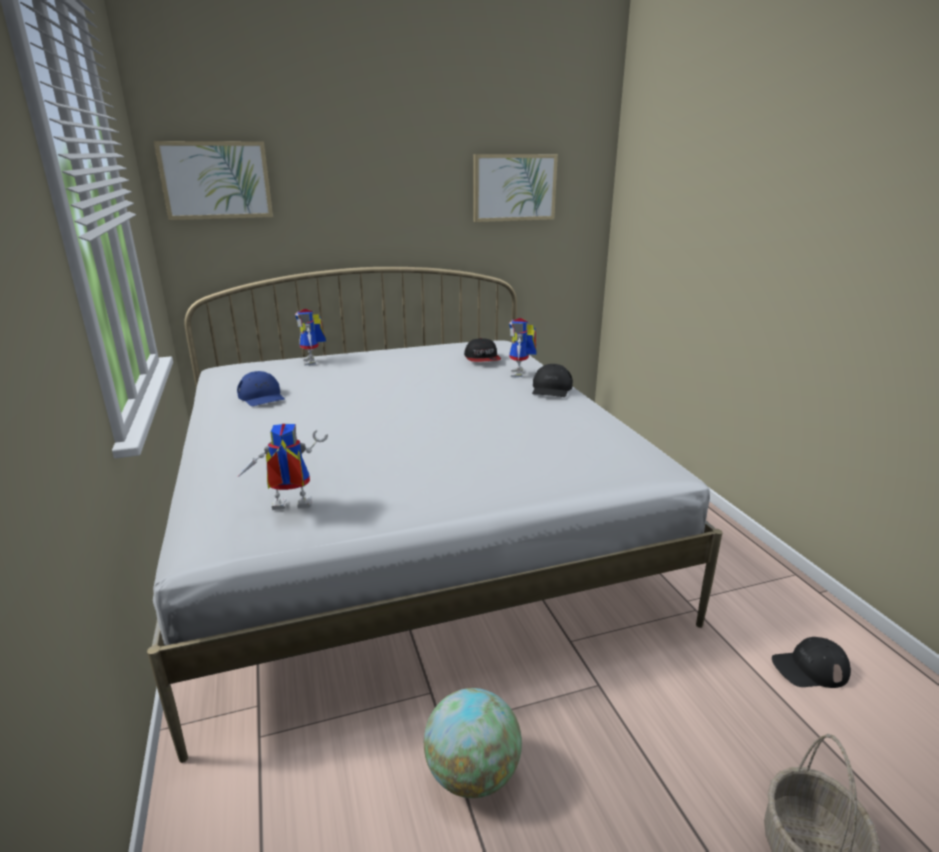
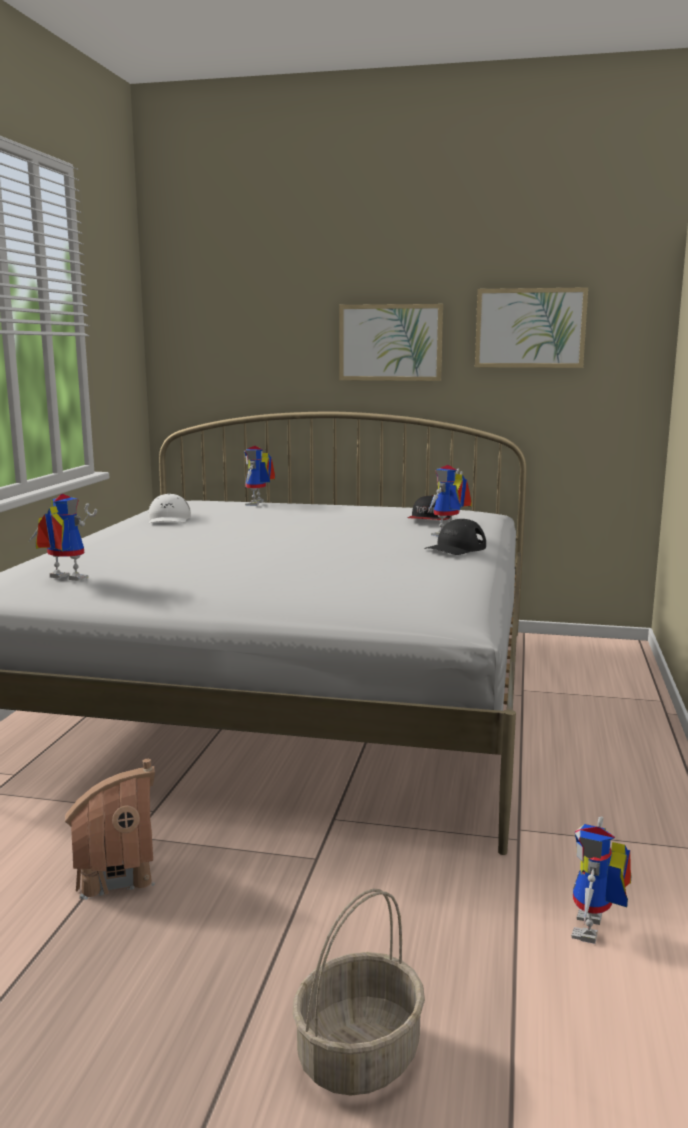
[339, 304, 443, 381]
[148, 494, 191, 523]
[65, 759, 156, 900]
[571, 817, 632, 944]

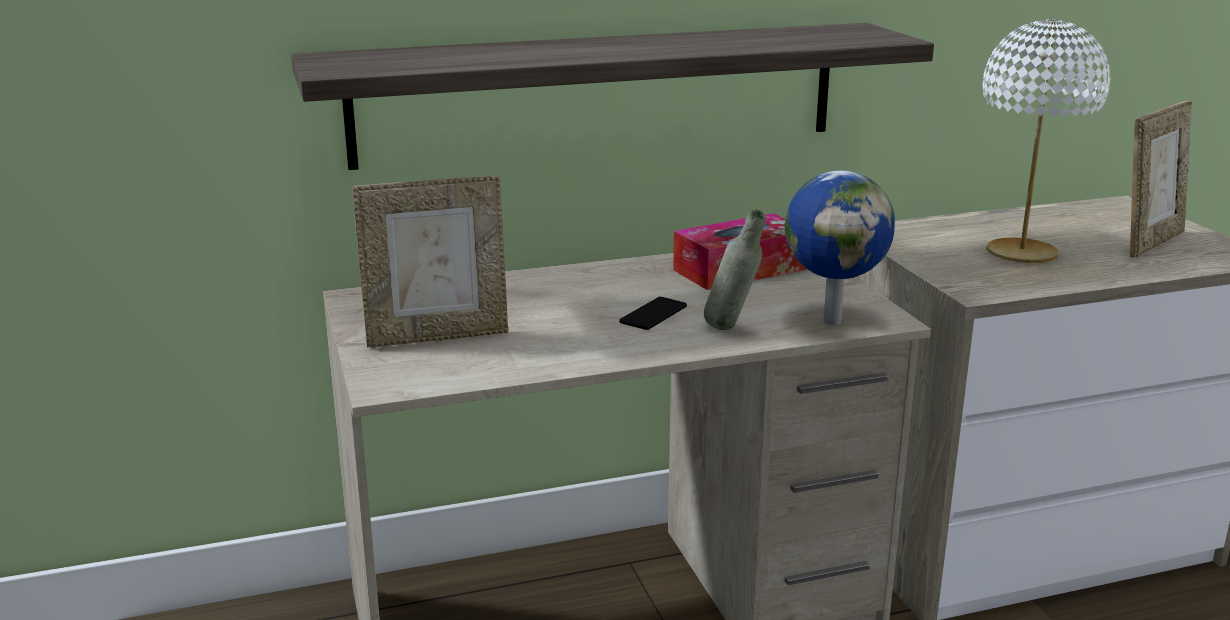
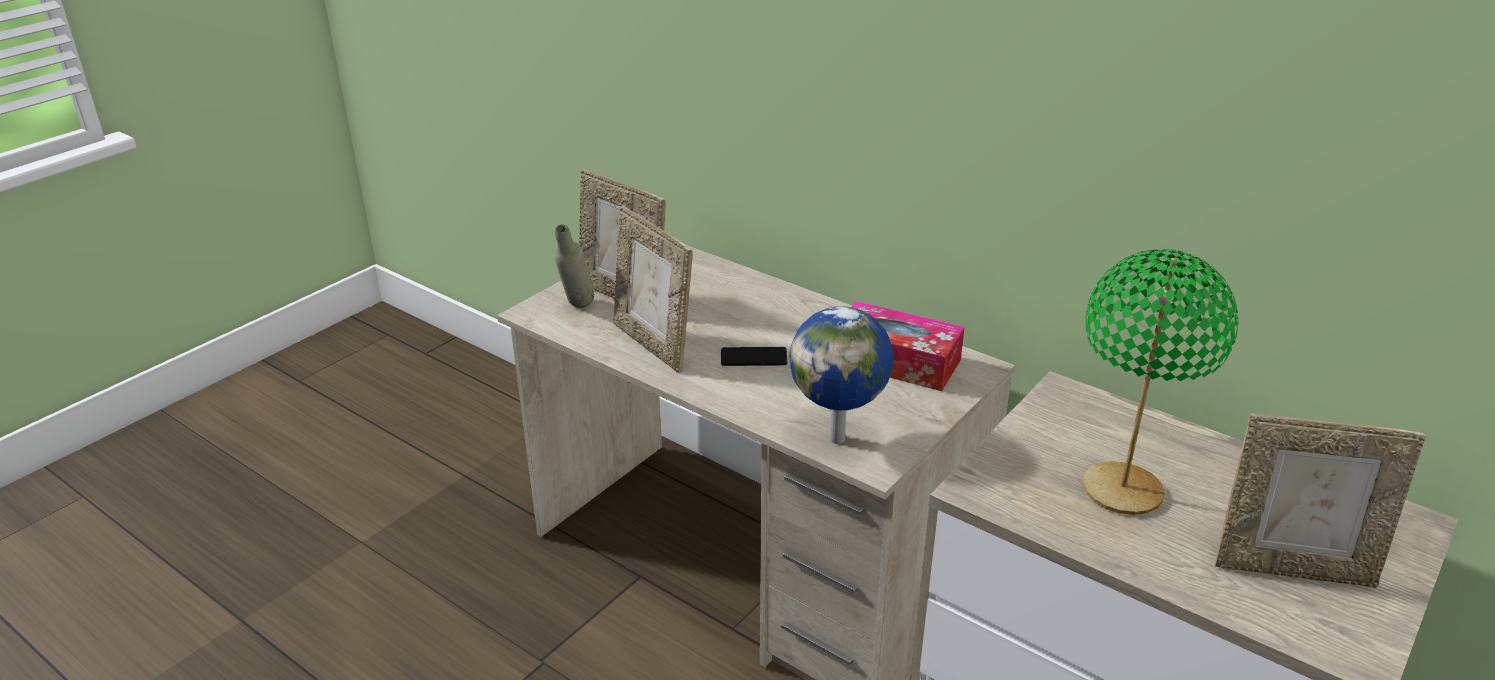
[291, 23, 934, 170] (first image)
[554, 224, 594, 308]
[1082, 249, 1238, 515]
[613, 206, 692, 373]

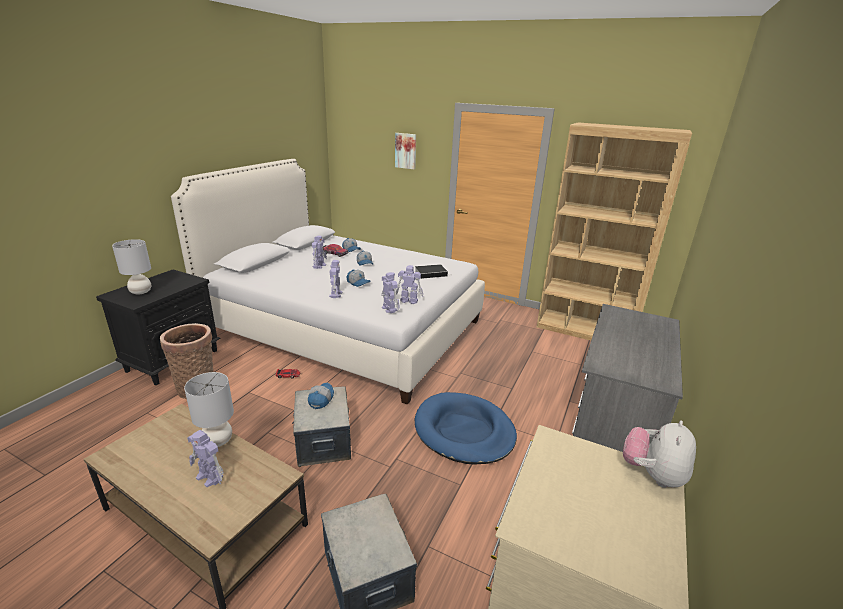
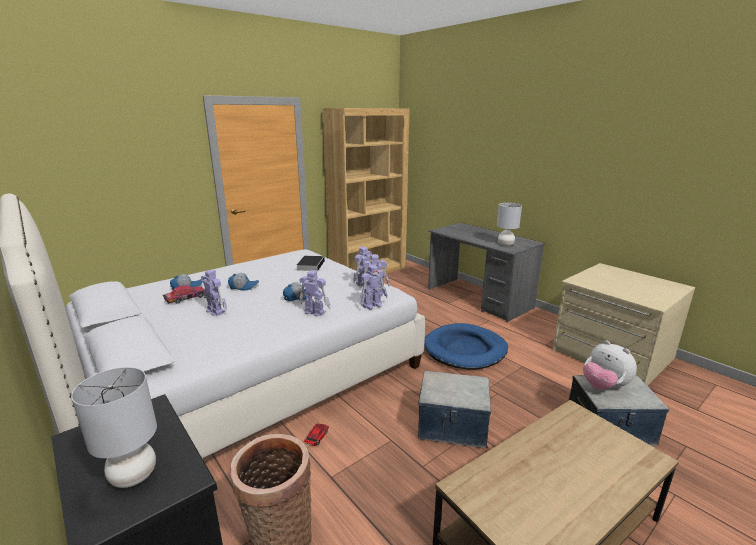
[497, 203, 522, 246]
[360, 266, 387, 310]
[308, 383, 334, 409] (first image)
[395, 133, 416, 169] (first image)
[583, 341, 637, 390]

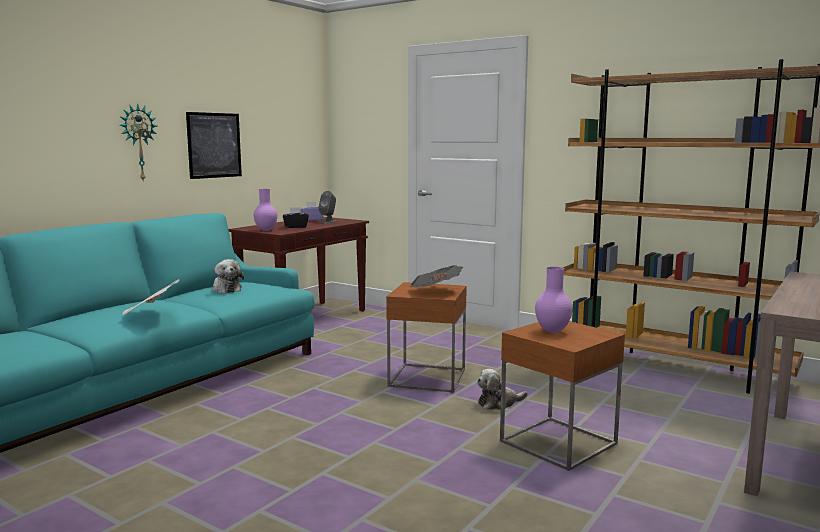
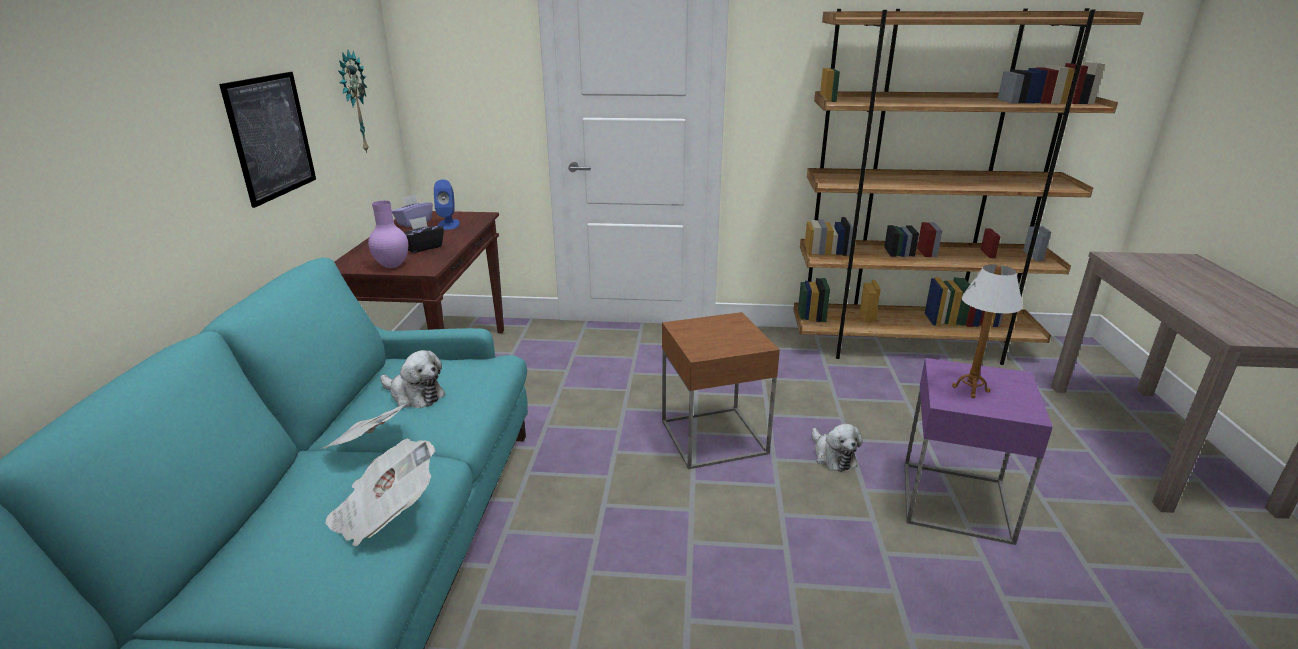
[338, 50, 369, 153]
[434, 179, 460, 230]
[321, 402, 410, 449]
[812, 424, 863, 472]
[905, 358, 1053, 545]
[952, 265, 1023, 398]

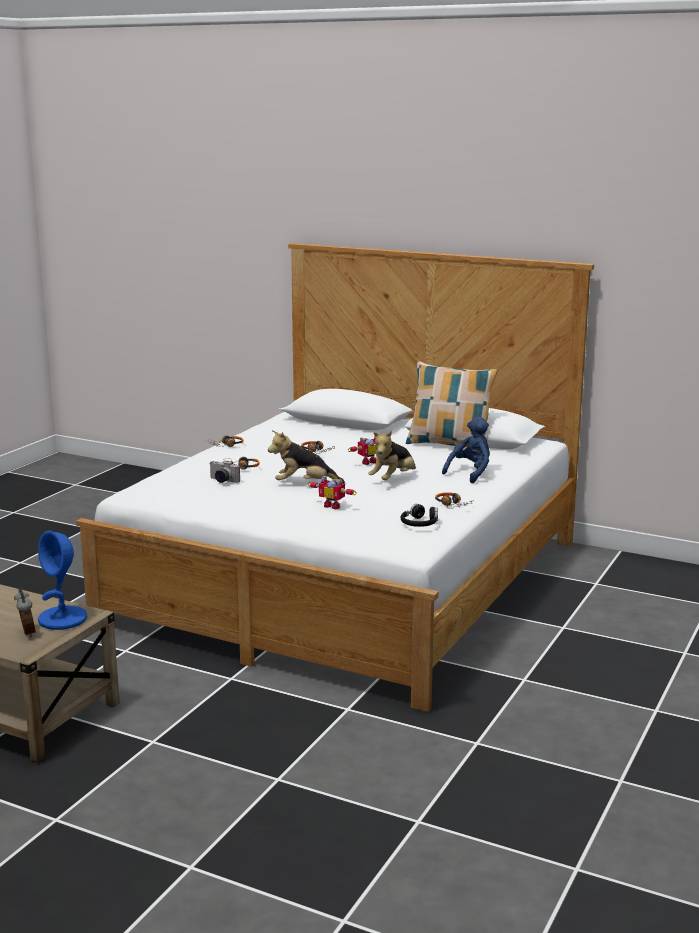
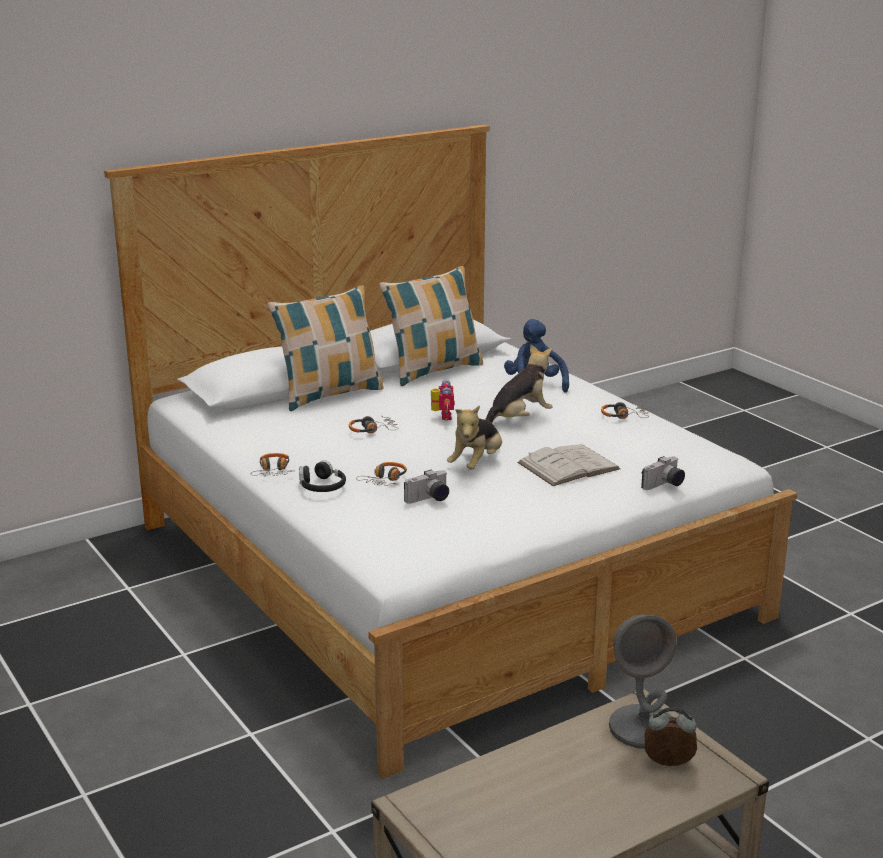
[609, 614, 677, 749]
[517, 444, 621, 486]
[485, 345, 552, 423]
[299, 460, 346, 492]
[268, 285, 383, 411]
[641, 456, 685, 490]

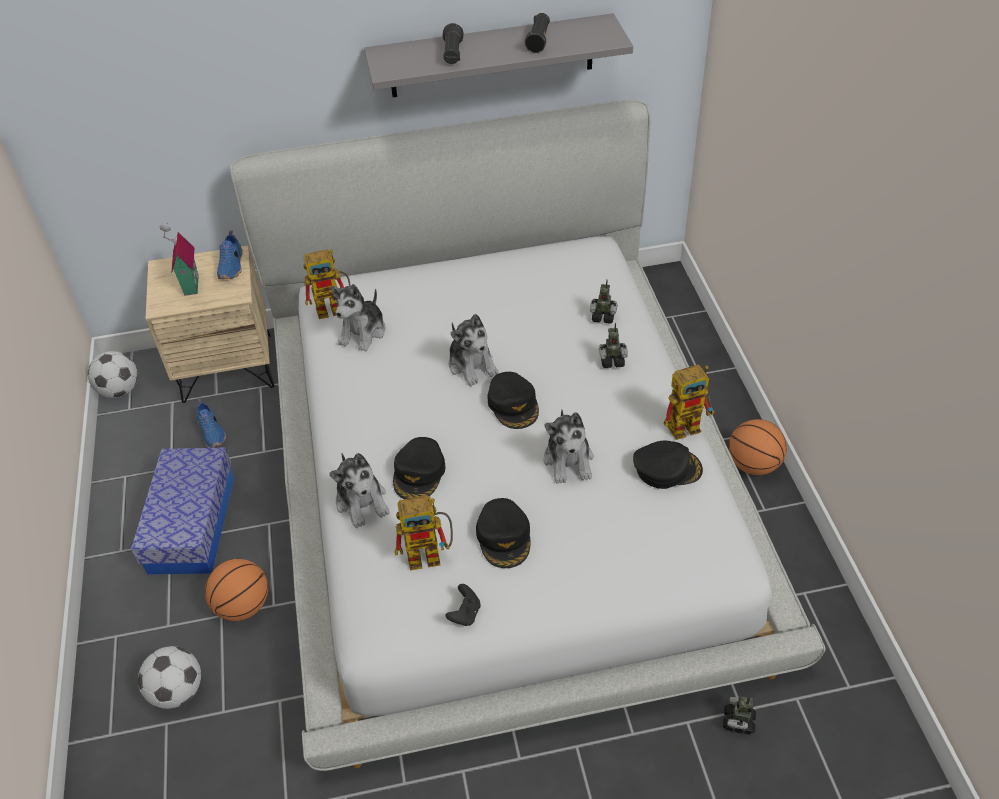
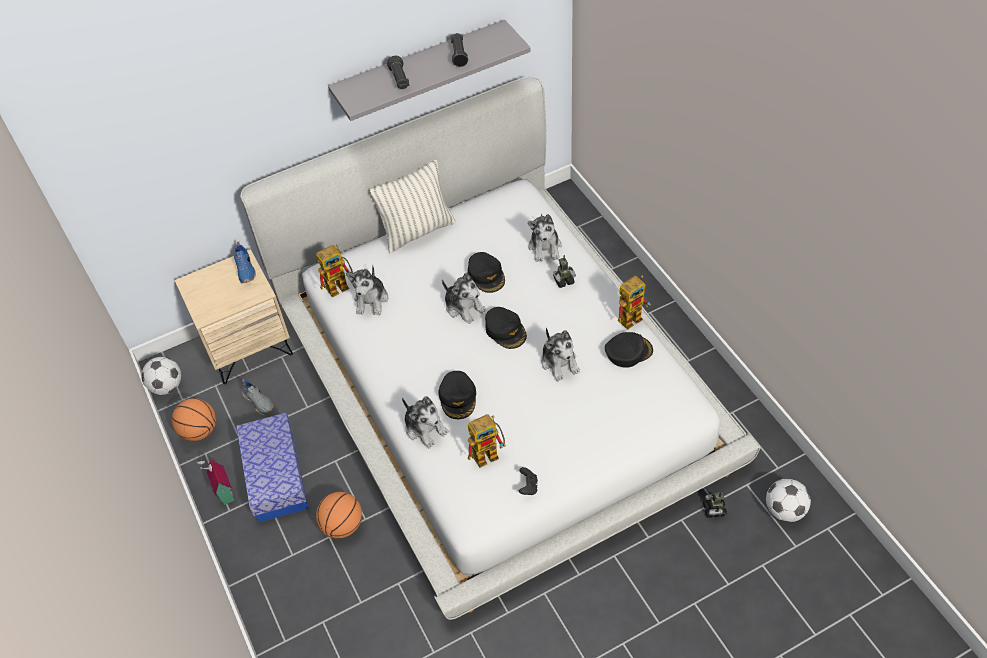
[766, 478, 811, 522]
[196, 457, 234, 505]
[242, 378, 273, 415]
[468, 252, 505, 293]
[528, 213, 562, 262]
[172, 398, 216, 441]
[369, 160, 455, 253]

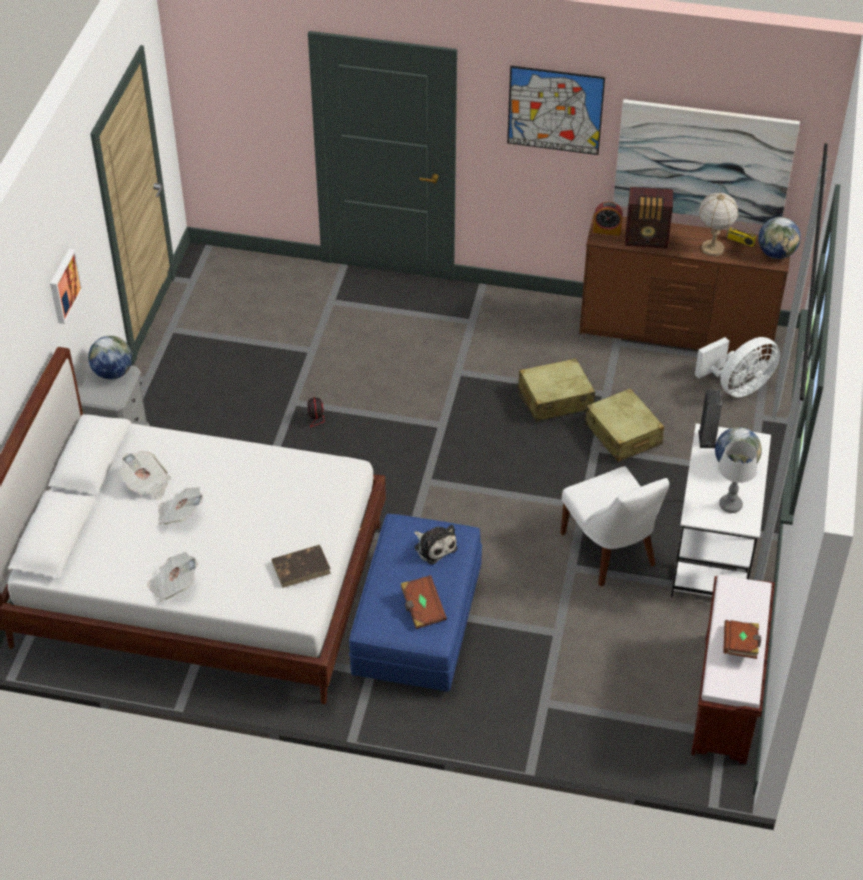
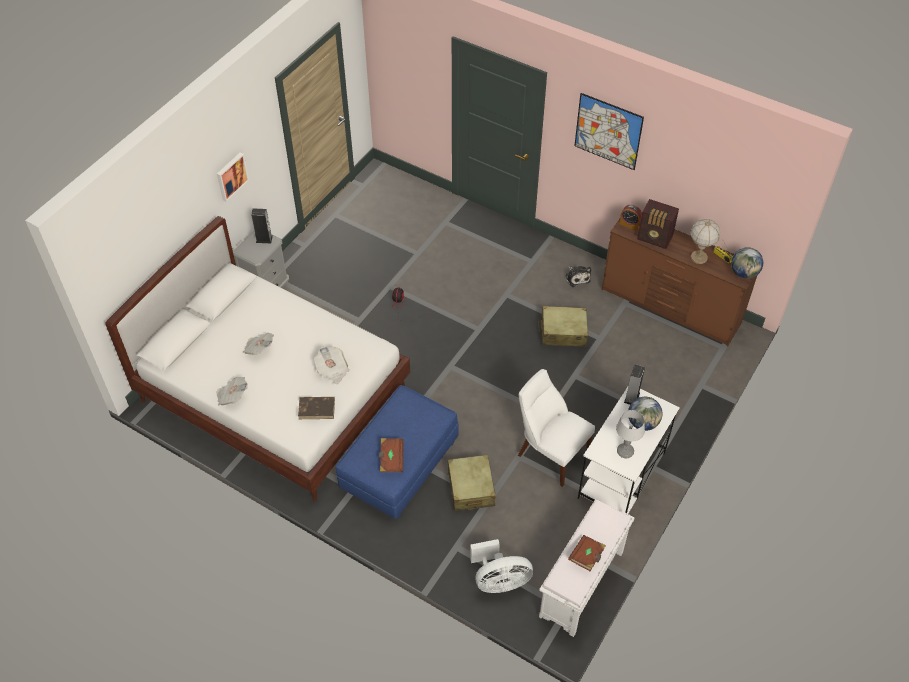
[251, 209, 273, 243]
[314, 346, 350, 384]
[565, 266, 591, 287]
[518, 369, 595, 487]
[447, 455, 495, 511]
[613, 99, 800, 225] (first image)
[539, 499, 635, 637]
[470, 539, 533, 593]

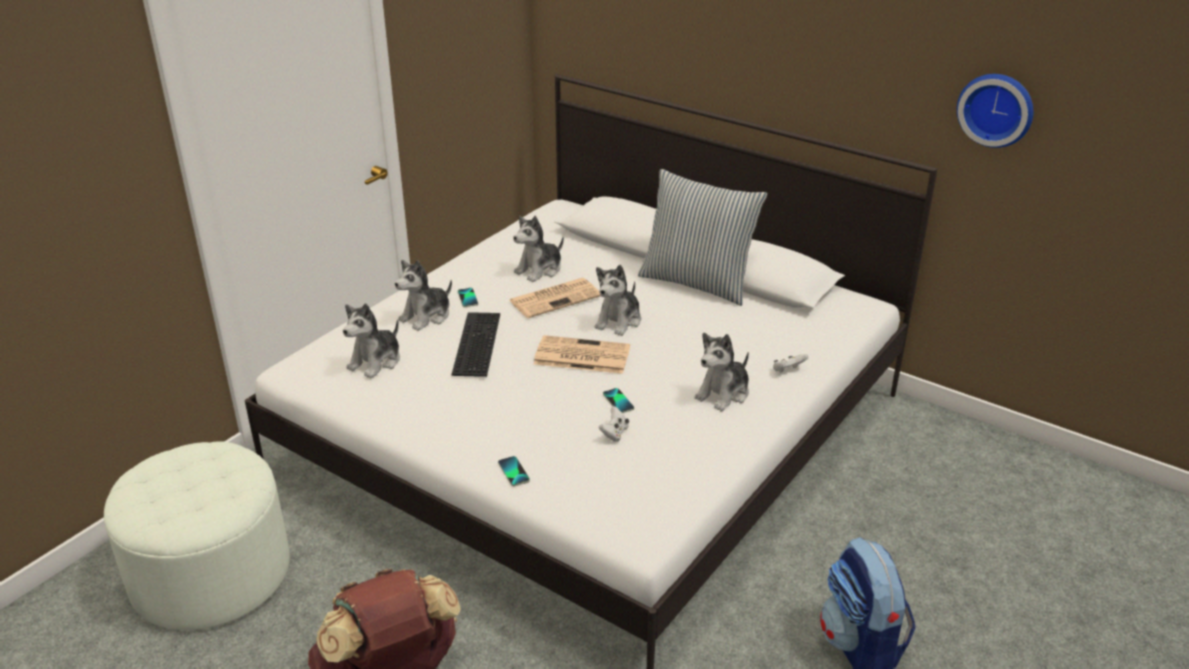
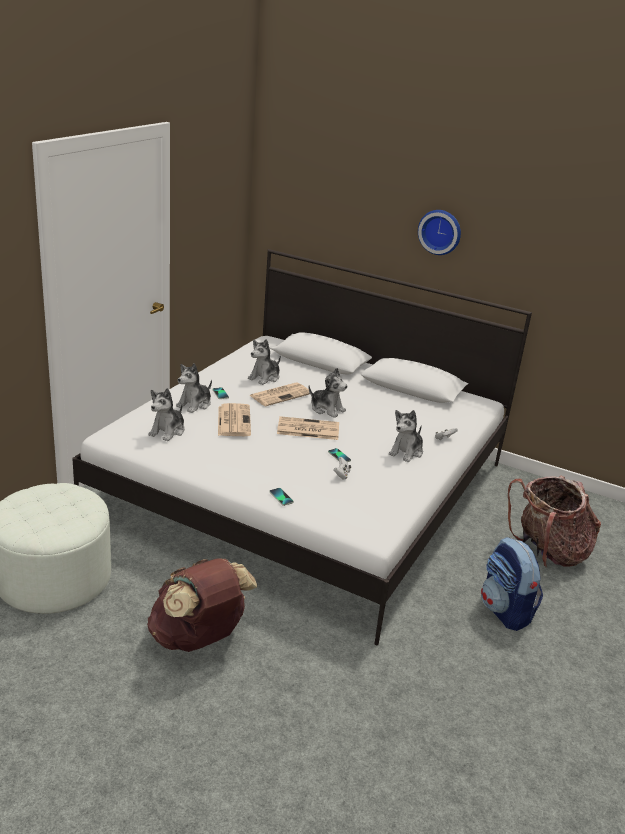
[218, 403, 251, 436]
[309, 368, 347, 418]
[638, 169, 767, 306] (first image)
[418, 210, 461, 255]
[508, 476, 601, 567]

